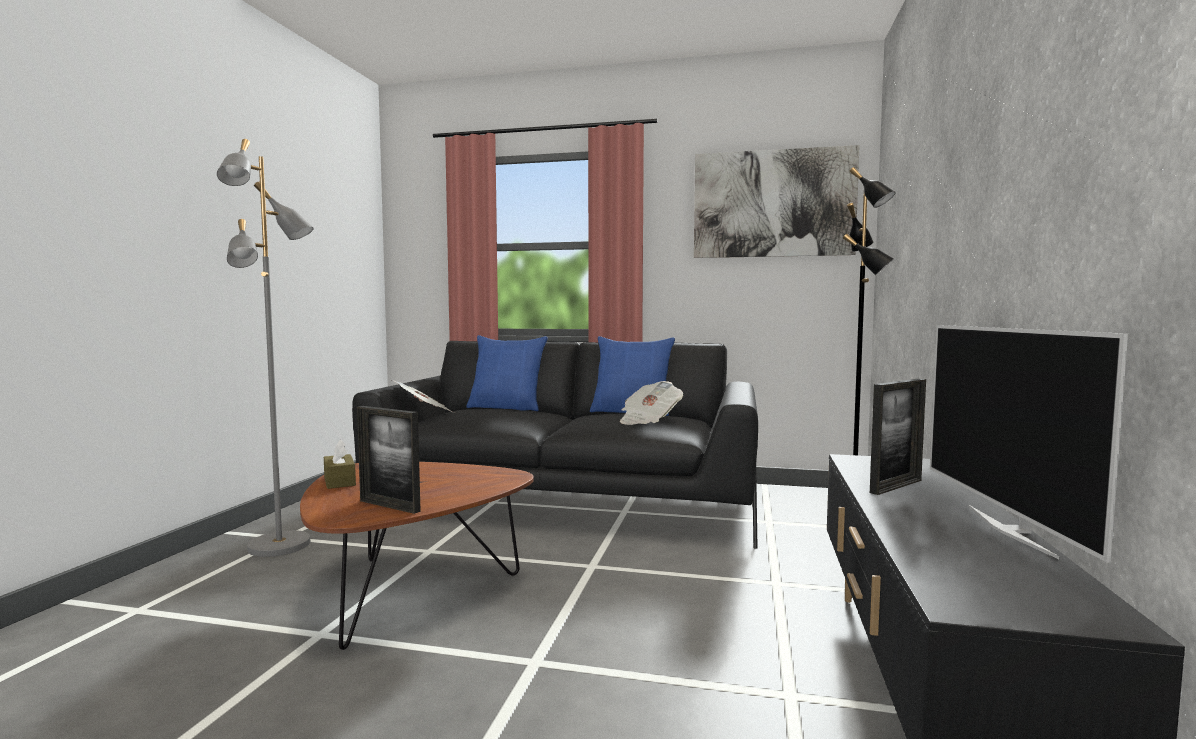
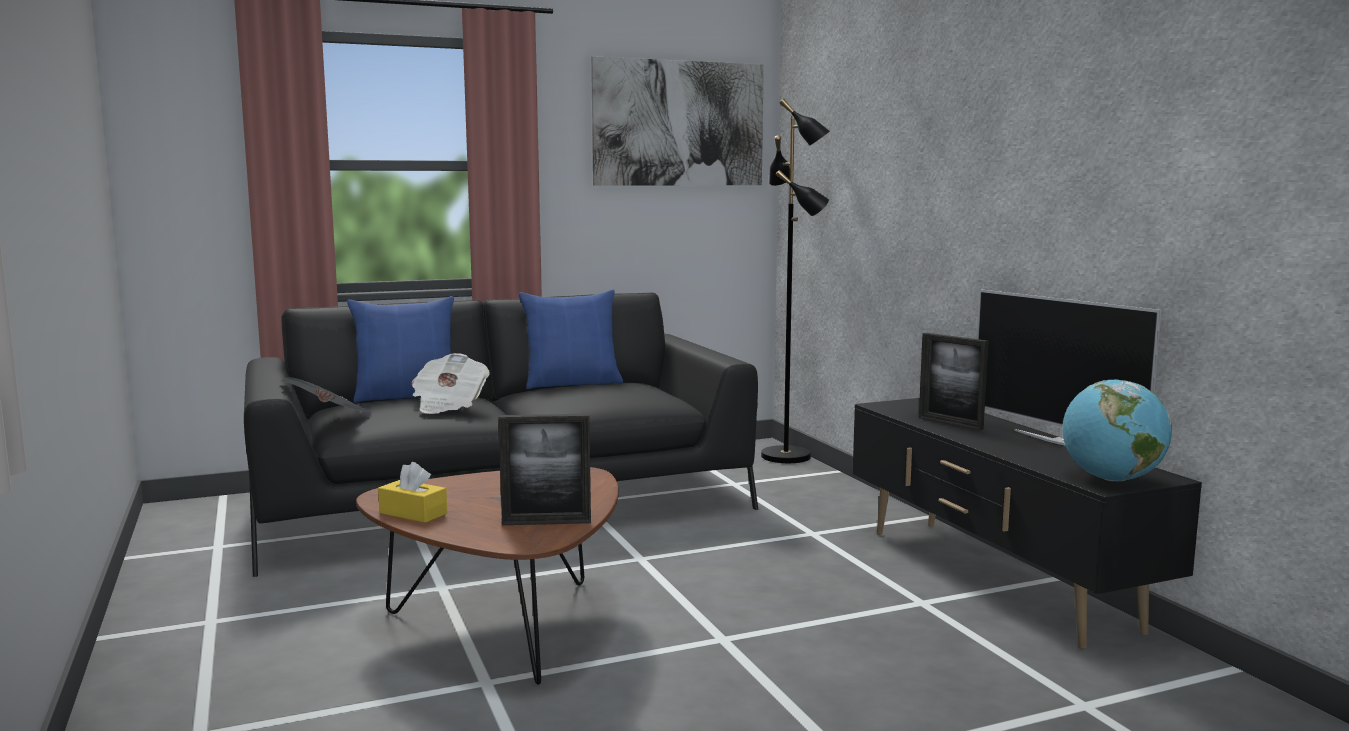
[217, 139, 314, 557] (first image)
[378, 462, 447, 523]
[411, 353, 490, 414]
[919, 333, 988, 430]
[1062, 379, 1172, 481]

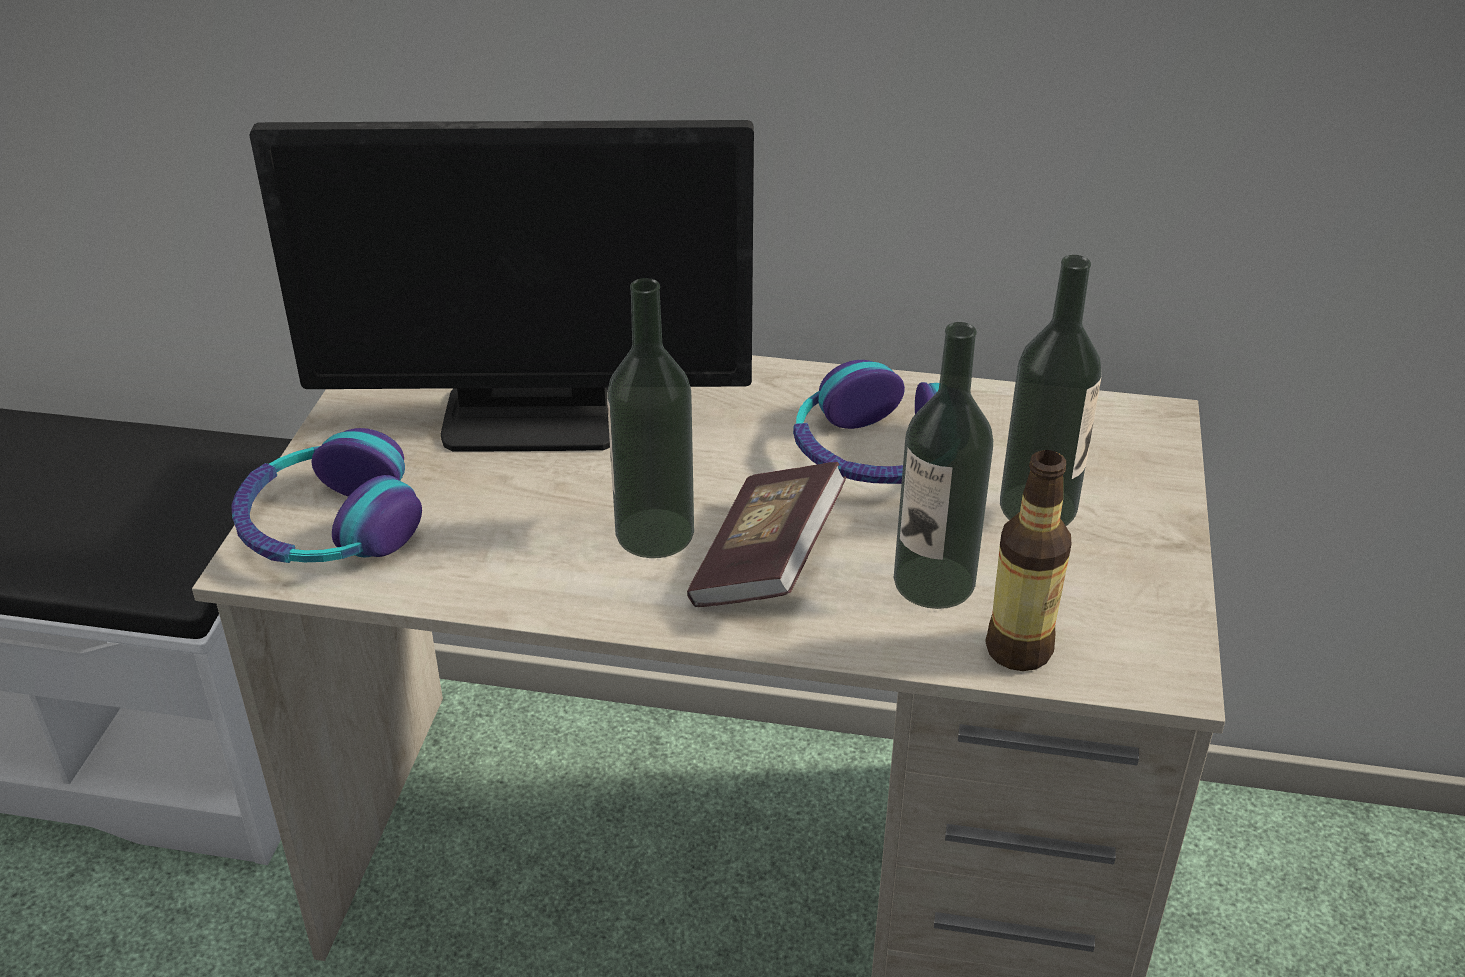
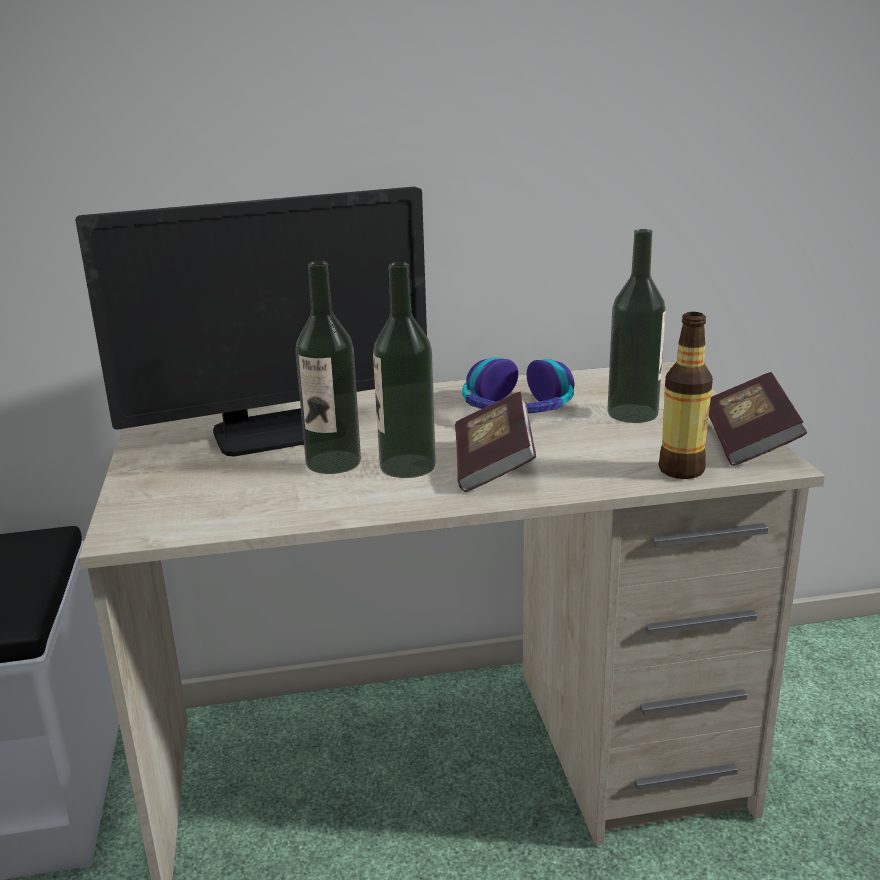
[232, 428, 422, 563] (first image)
[295, 261, 361, 474]
[709, 372, 807, 466]

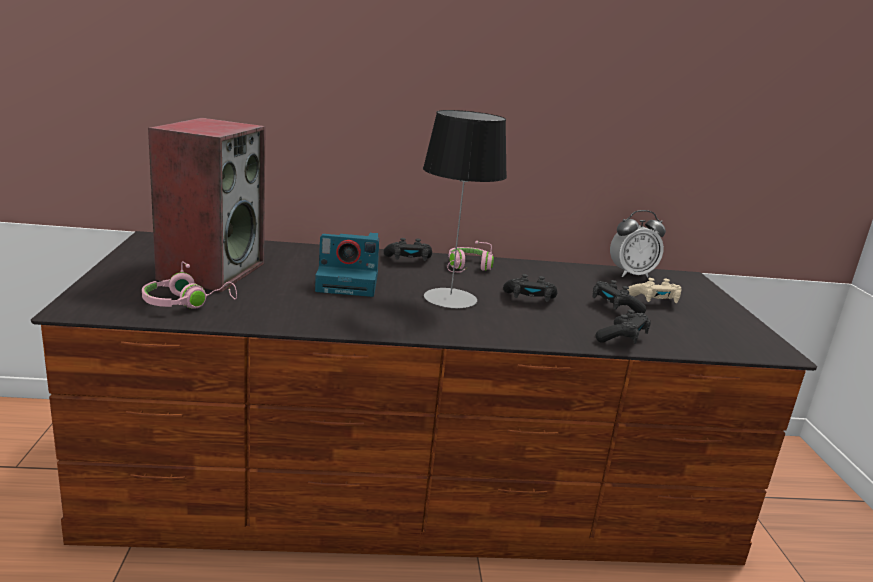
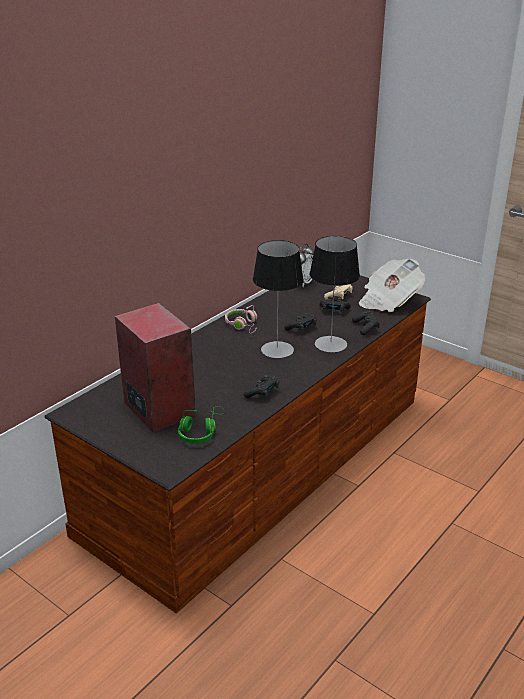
[178, 406, 225, 443]
[315, 232, 379, 297] (first image)
[244, 375, 279, 398]
[309, 236, 360, 353]
[359, 259, 425, 312]

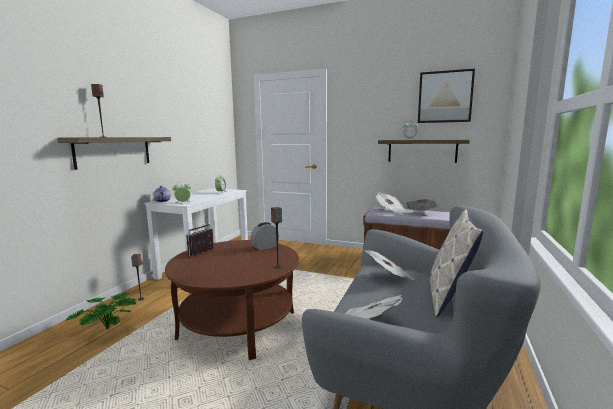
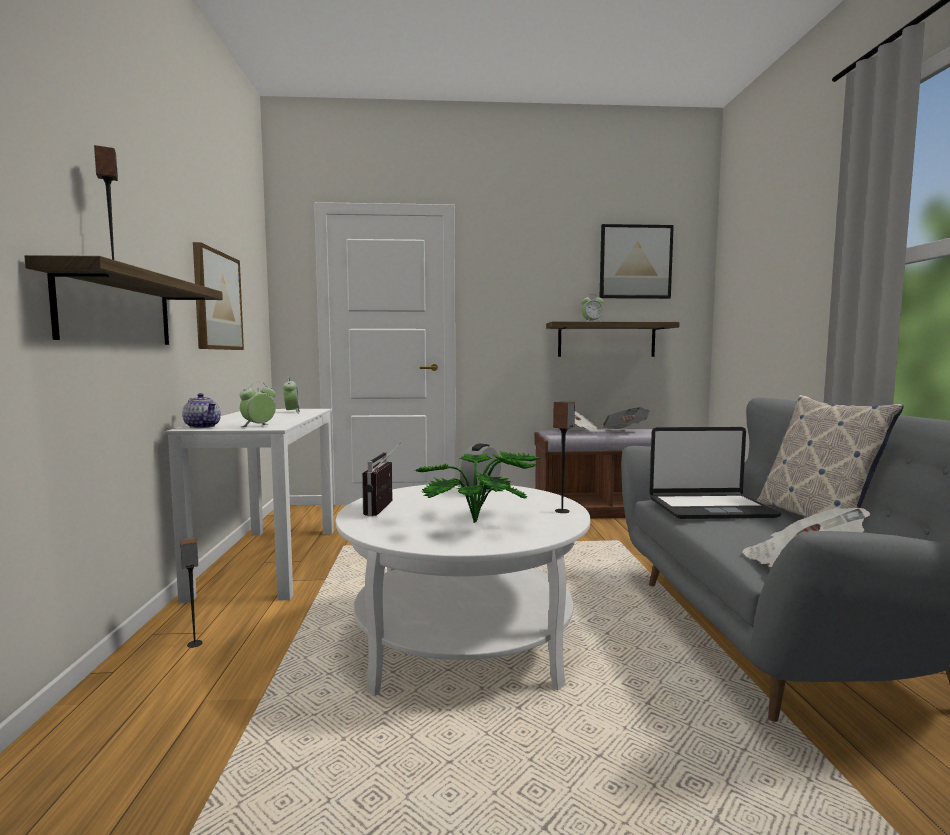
[415, 451, 541, 523]
[336, 484, 591, 696]
[649, 427, 781, 519]
[193, 242, 244, 350]

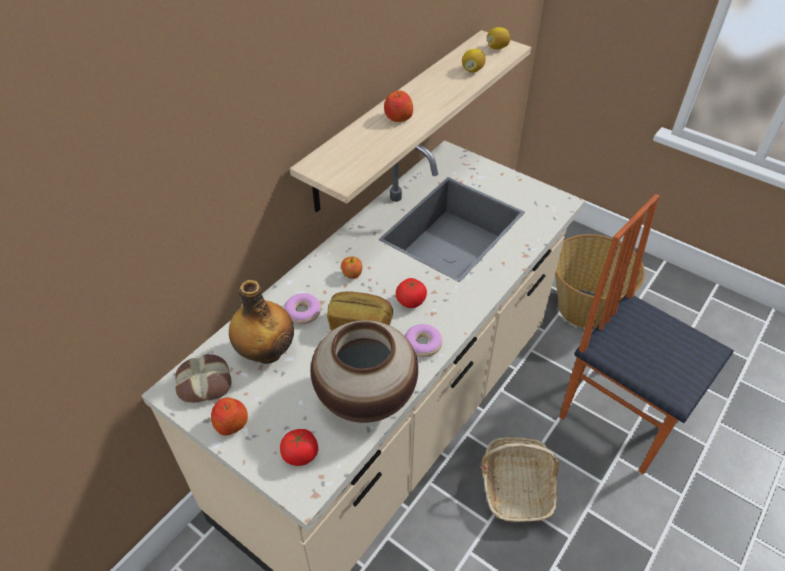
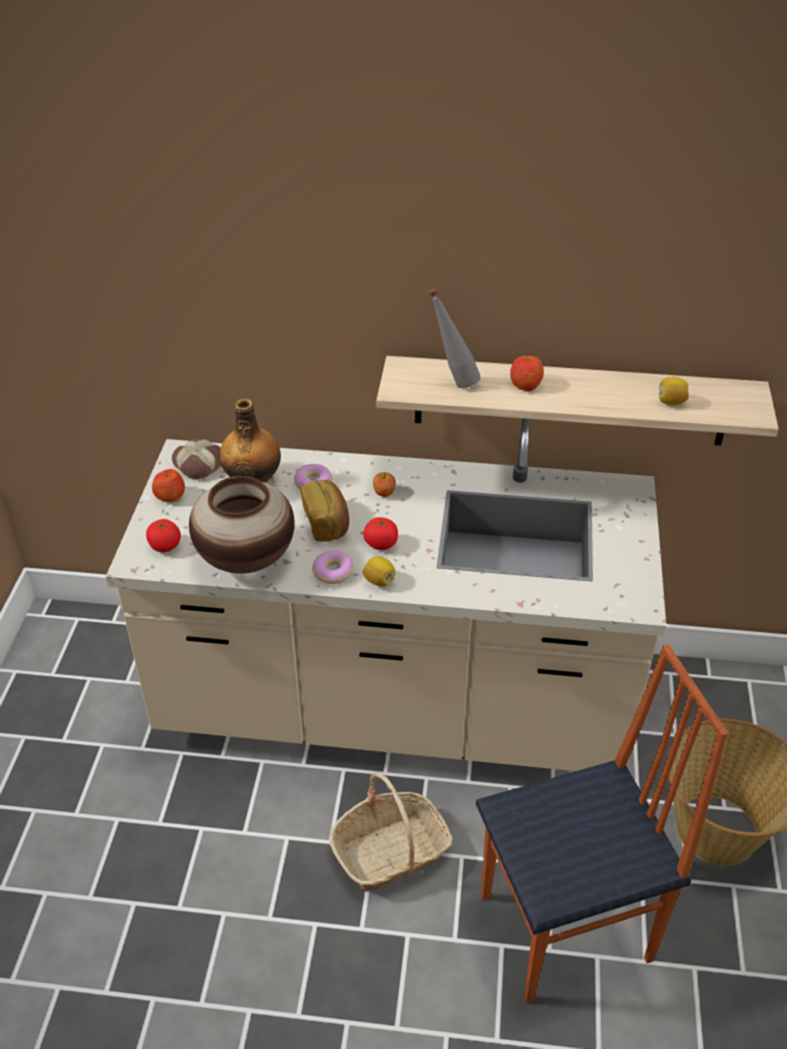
[363, 556, 395, 587]
[476, 644, 728, 1003]
[429, 288, 481, 388]

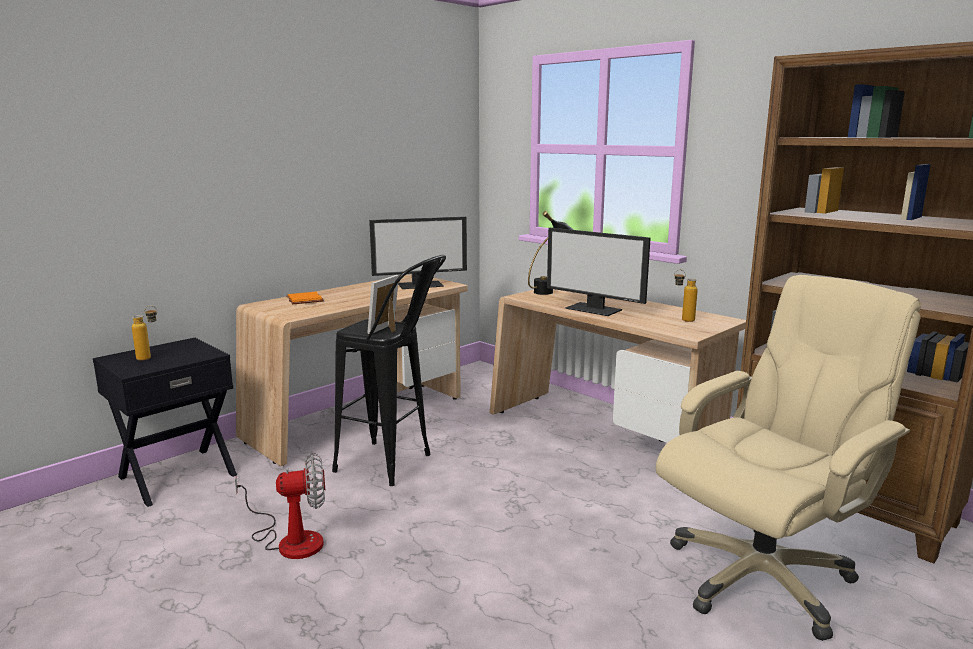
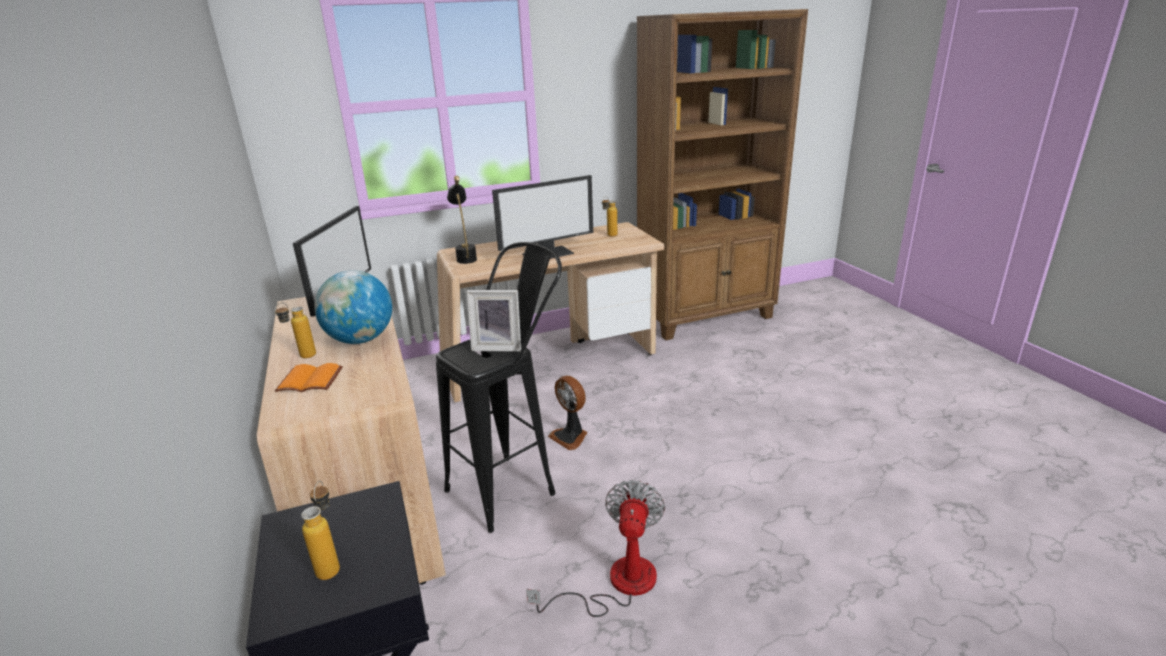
[466, 290, 521, 352]
[656, 275, 921, 641] (first image)
[275, 303, 316, 358]
[314, 270, 392, 344]
[548, 375, 587, 450]

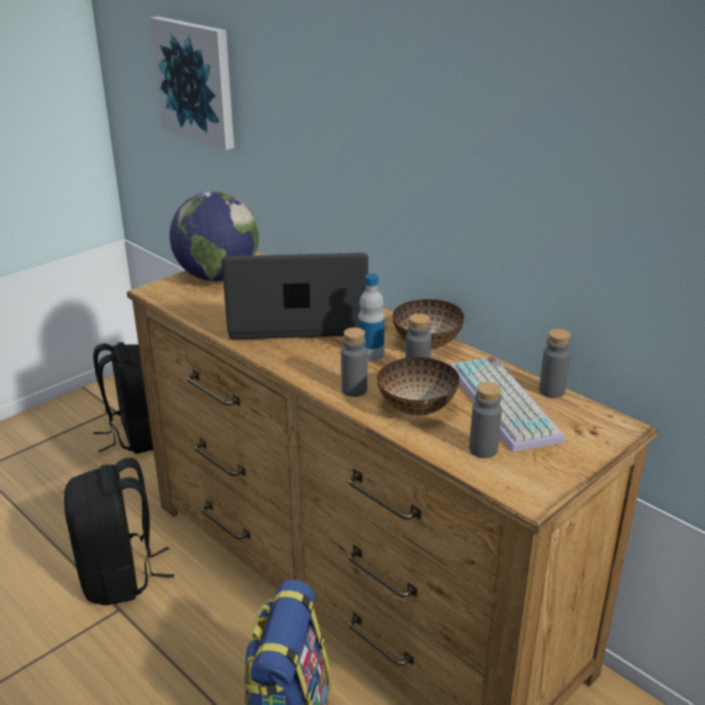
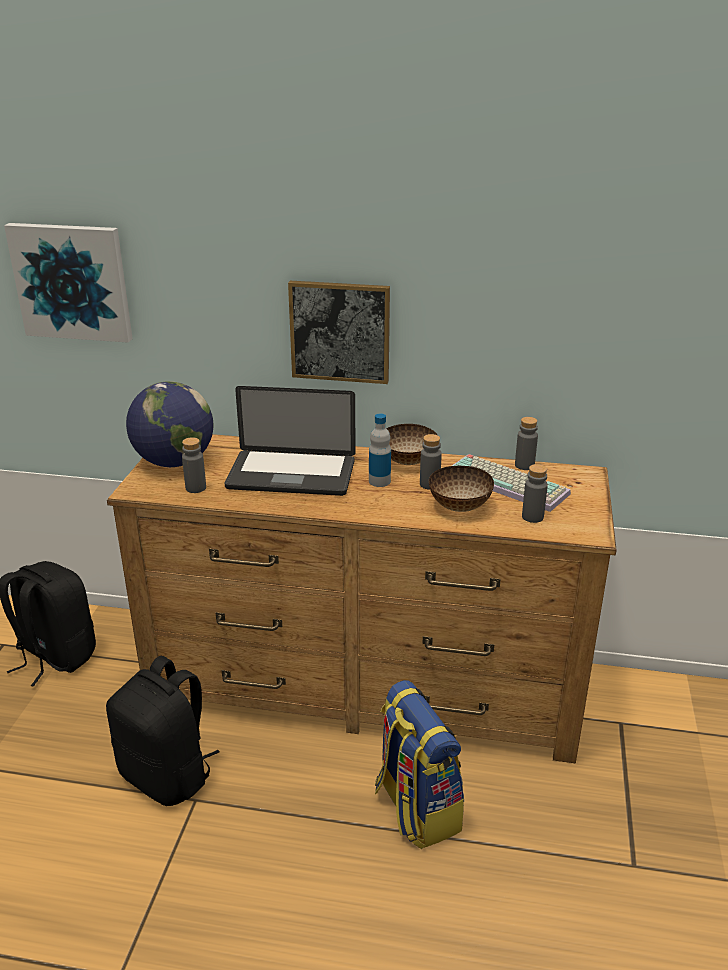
[225, 386, 356, 496]
[182, 437, 206, 493]
[288, 281, 390, 384]

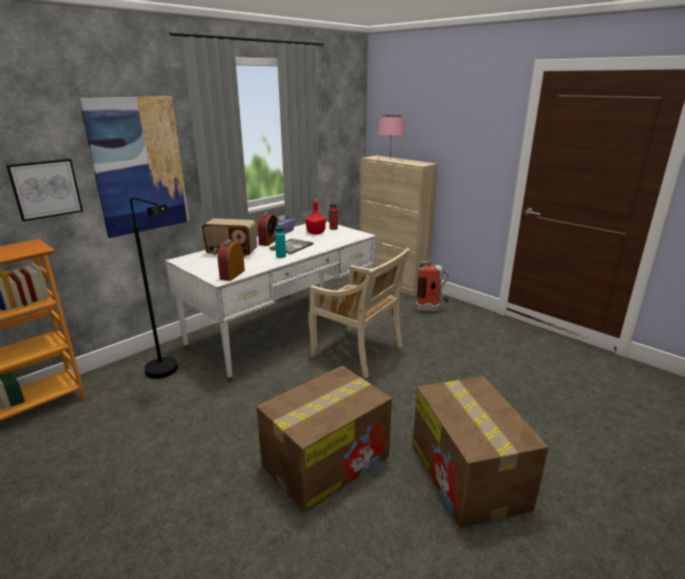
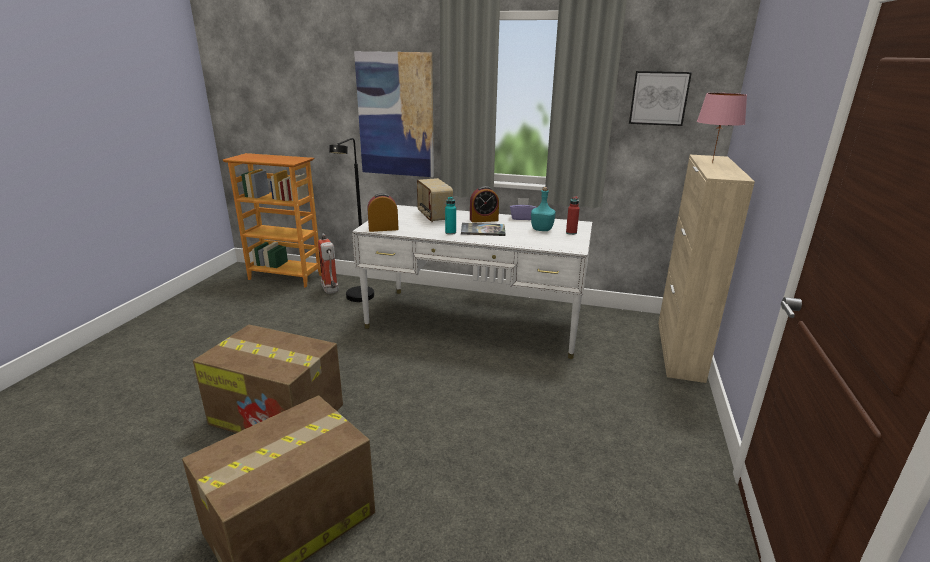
[629, 71, 692, 126]
[531, 187, 556, 231]
[309, 248, 410, 378] (first image)
[318, 233, 339, 294]

